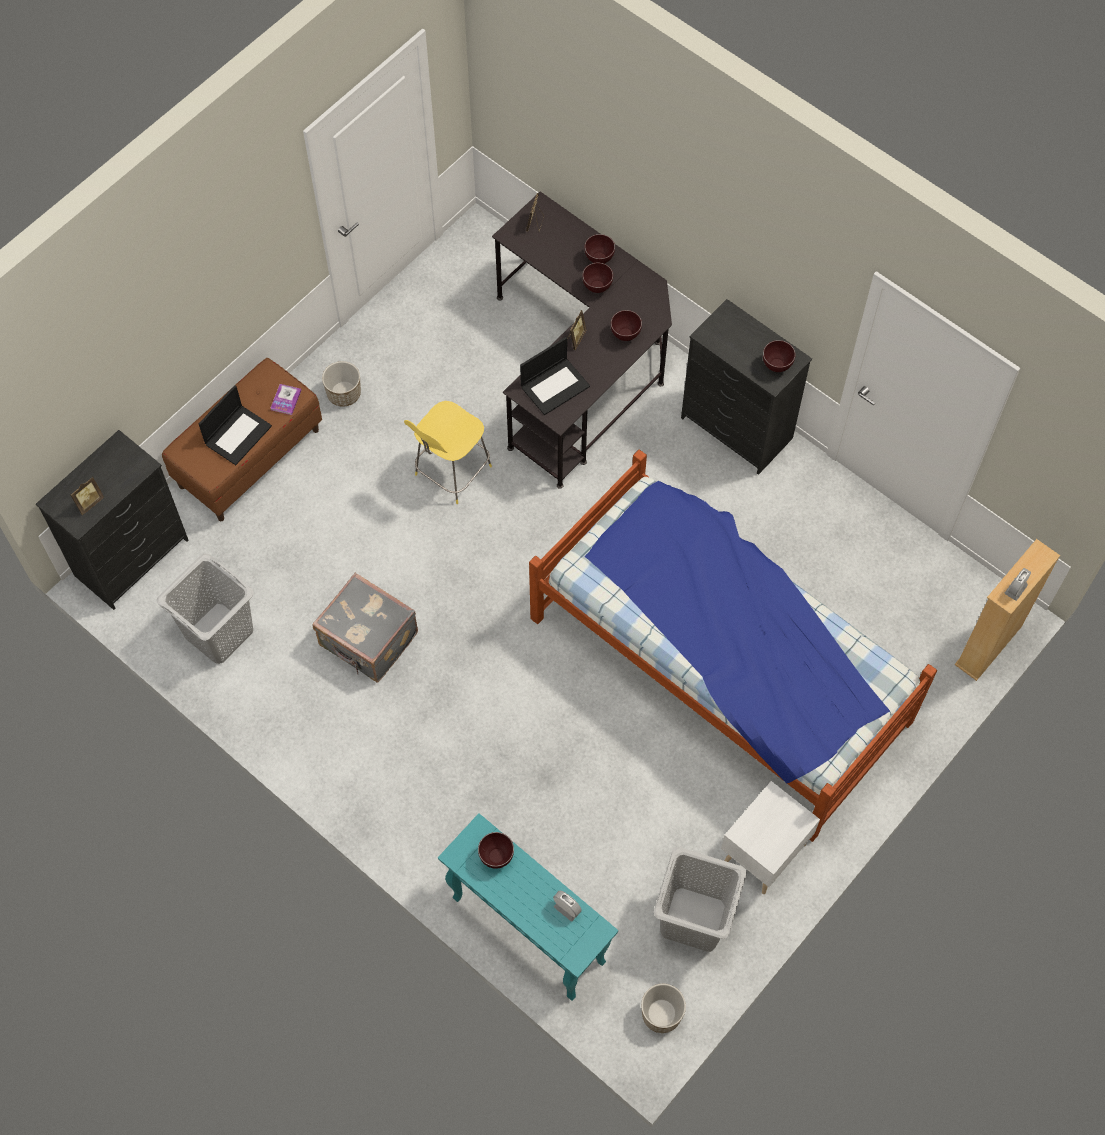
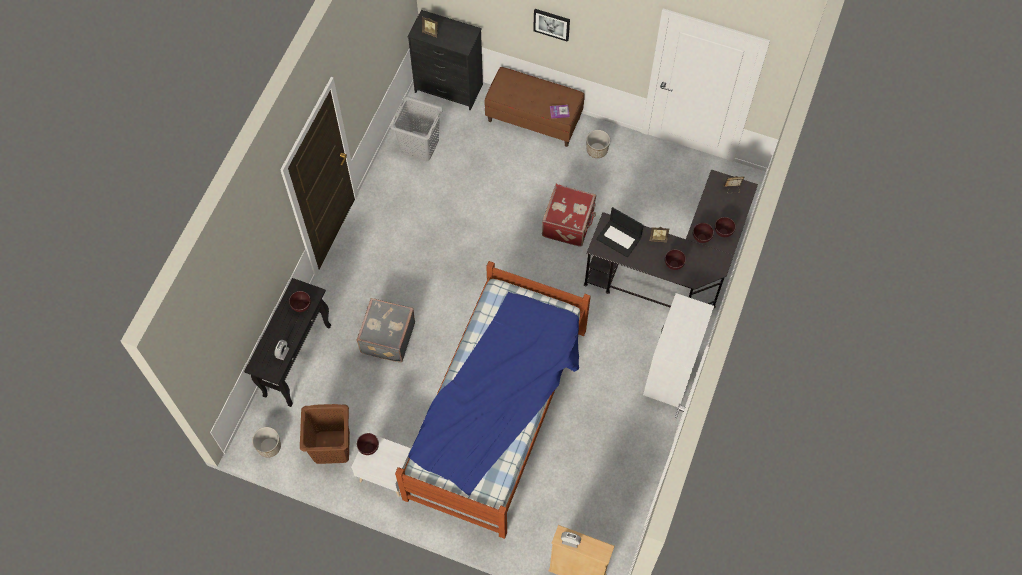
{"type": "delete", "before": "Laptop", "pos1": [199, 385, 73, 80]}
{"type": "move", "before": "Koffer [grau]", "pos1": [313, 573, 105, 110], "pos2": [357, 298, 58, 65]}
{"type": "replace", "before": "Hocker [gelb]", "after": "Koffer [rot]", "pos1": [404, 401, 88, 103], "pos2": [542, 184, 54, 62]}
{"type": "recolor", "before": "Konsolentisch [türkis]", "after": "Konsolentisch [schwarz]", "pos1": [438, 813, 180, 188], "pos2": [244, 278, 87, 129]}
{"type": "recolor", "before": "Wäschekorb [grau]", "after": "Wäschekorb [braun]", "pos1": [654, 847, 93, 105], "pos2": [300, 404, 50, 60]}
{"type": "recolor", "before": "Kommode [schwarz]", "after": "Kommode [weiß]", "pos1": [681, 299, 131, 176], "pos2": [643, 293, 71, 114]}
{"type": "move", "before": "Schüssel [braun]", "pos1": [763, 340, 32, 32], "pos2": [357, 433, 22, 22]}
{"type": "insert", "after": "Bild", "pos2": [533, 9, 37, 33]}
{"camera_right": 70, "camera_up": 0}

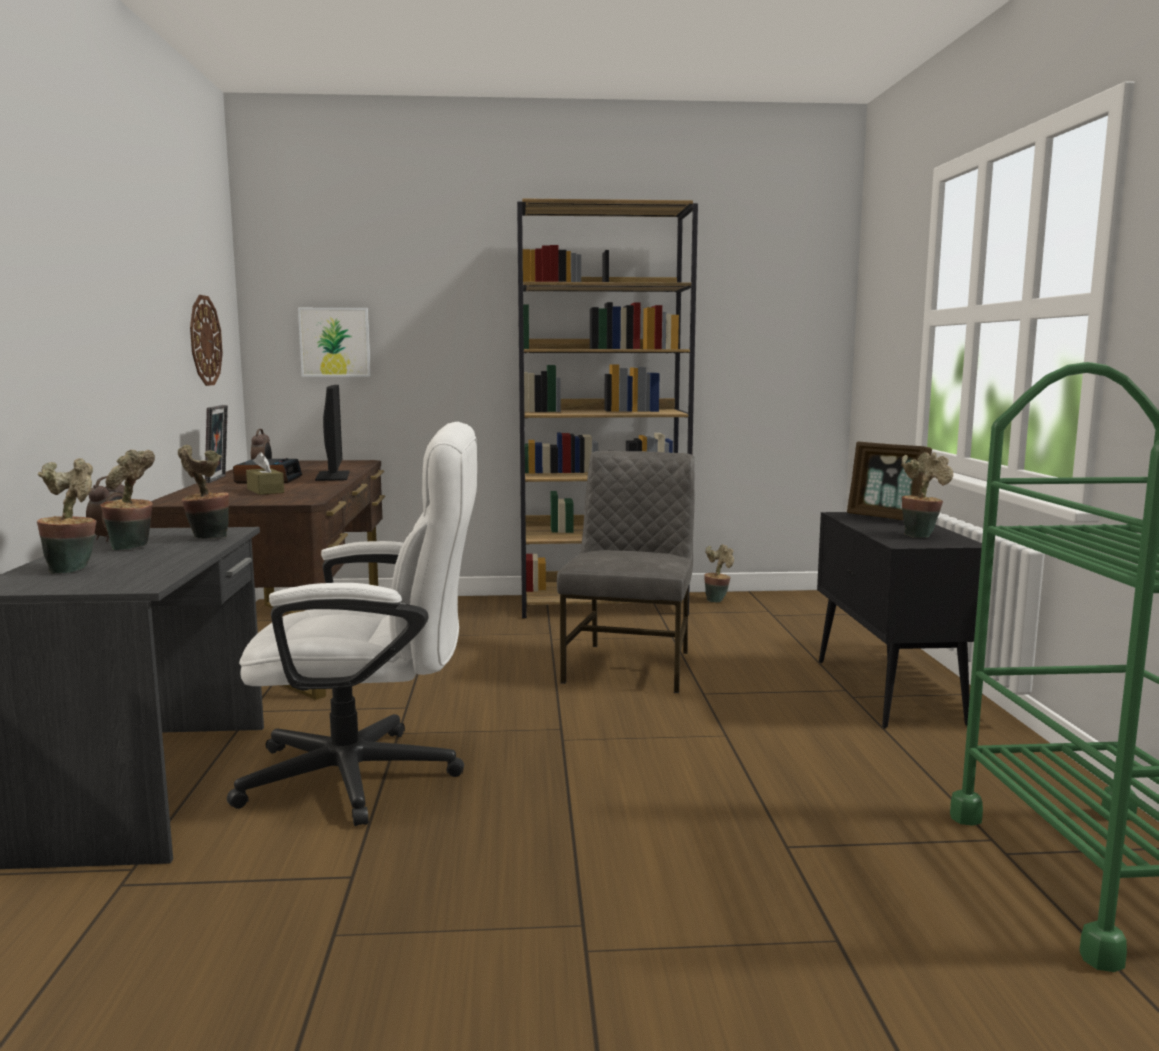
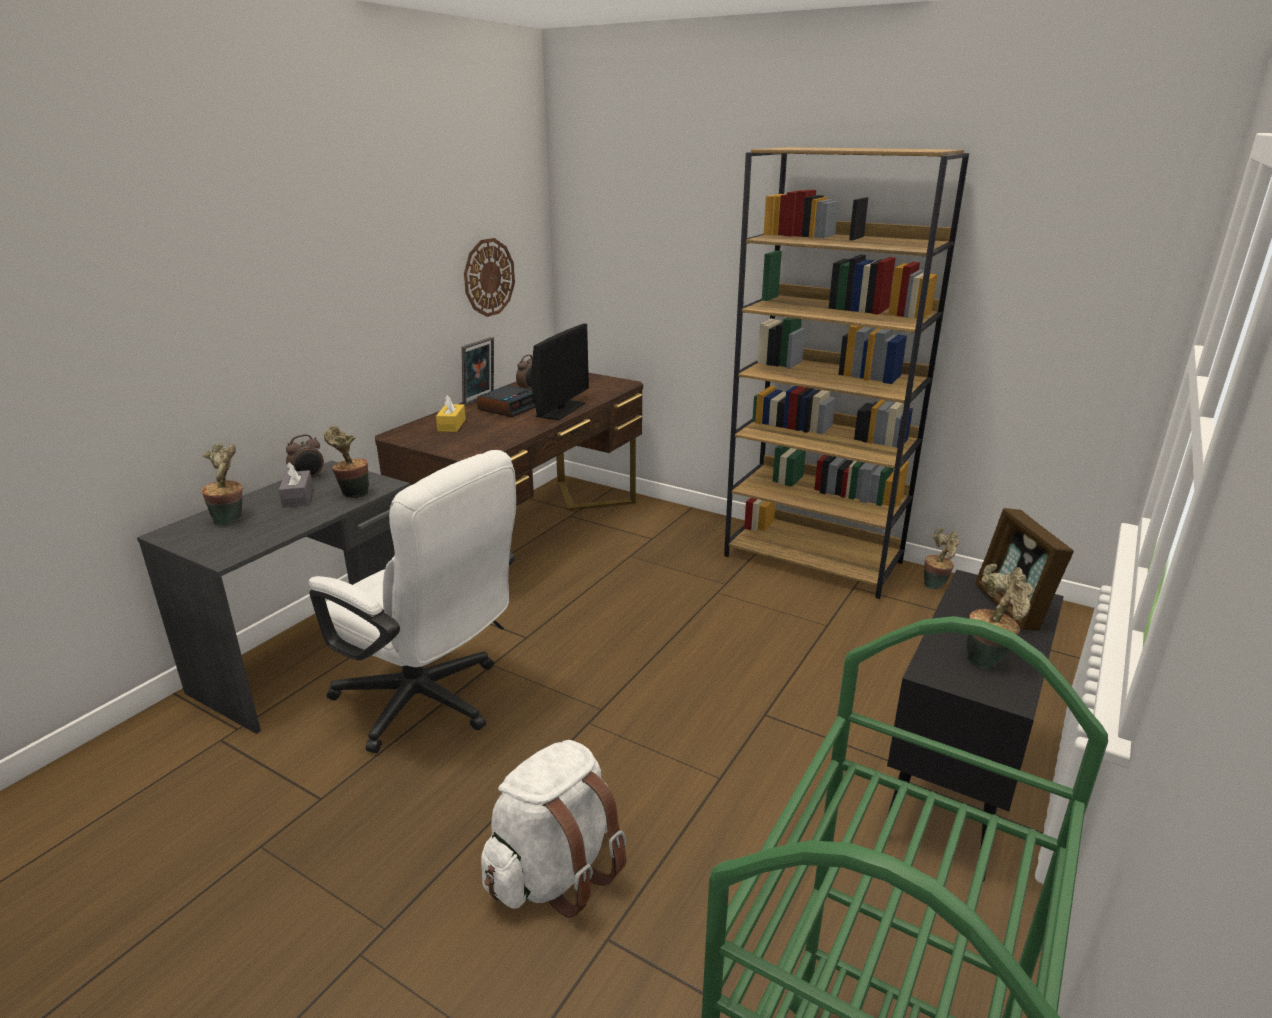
{"type": "replace", "before": "Topfpflanze", "after": "Taschentuchbox [grau]", "pos1": [100, 450, 55, 100], "pos2": [279, 462, 34, 46]}
{"type": "delete", "before": "Taschentuchbox [braun]", "pos1": [246, 452, 38, 43]}
{"type": "delete", "before": "Bild", "pos1": [298, 308, 73, 69]}
{"type": "delete", "before": "Stuhl [grau]", "pos1": [557, 450, 137, 243]}
{"type": "insert", "after": "Taschentuchbox [gelb]", "pos2": [436, 395, 30, 37]}
{"type": "insert", "after": "Rucksack [weiß]", "pos2": [481, 740, 145, 178]}
{"camera_right": 35, "camera_up": 15}

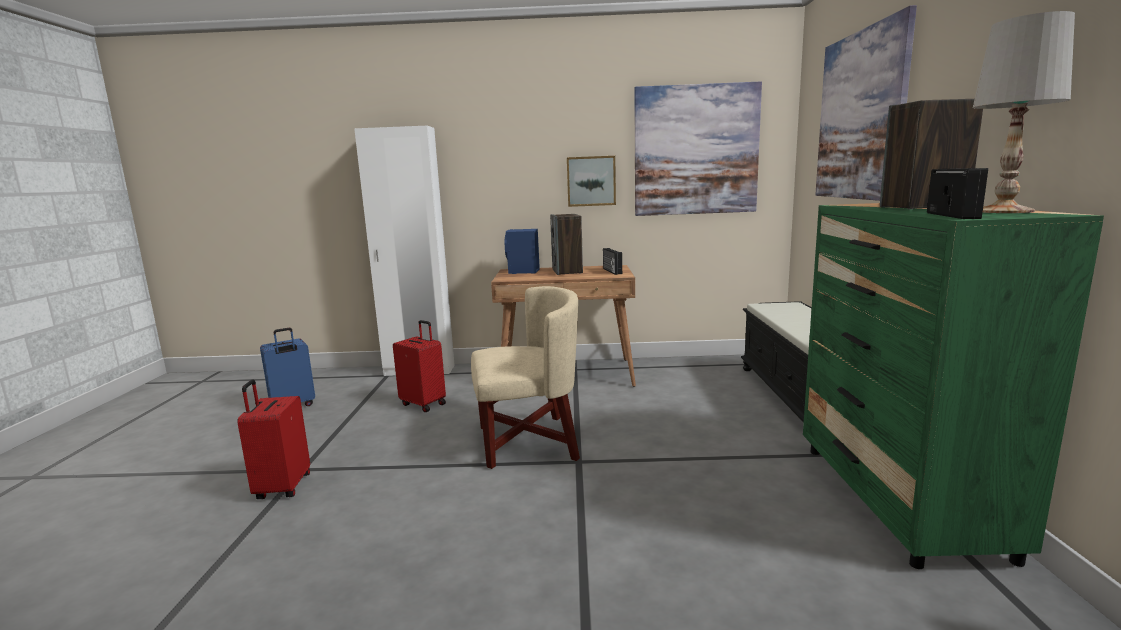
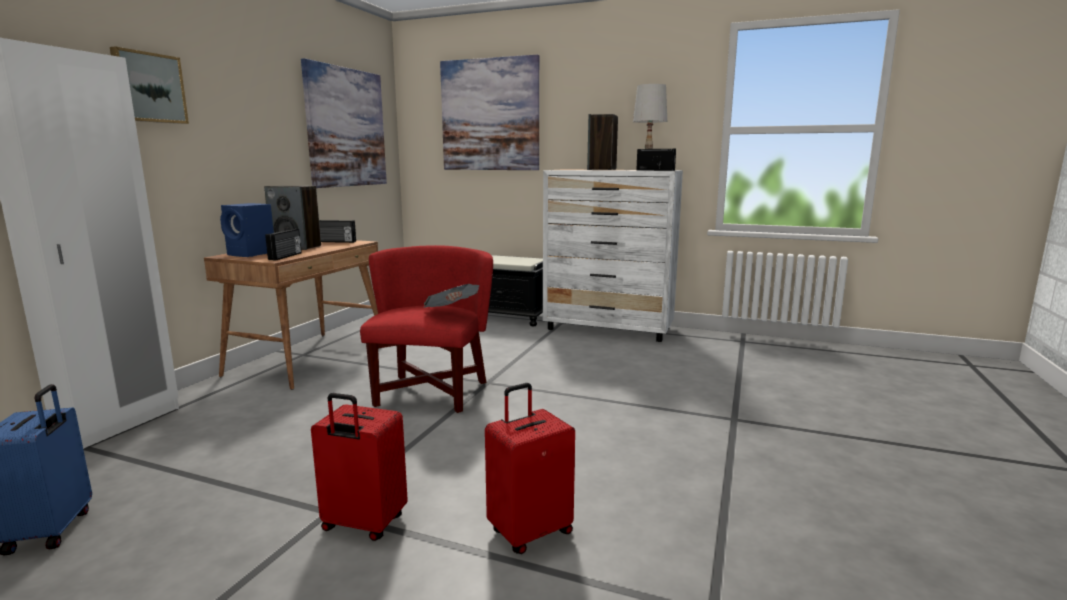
{"type": "move", "before": "Koffer [rot]", "pos1": [393, 320, 53, 92], "pos2": [485, 383, 90, 171]}
{"type": "recolor", "before": "Sessel [beige]", "after": "Sessel [rot]", "pos1": [471, 286, 109, 183], "pos2": [360, 245, 133, 168]}
{"type": "move", "before": "Bild", "pos1": [567, 156, 49, 51], "pos2": [110, 46, 79, 78]}
{"type": "recolor", "before": "Kommode [grün]", "after": "Kommode [weiß]", "pos1": [803, 203, 301, 366], "pos2": [543, 169, 140, 173]}
{"type": "insert", "after": "Radio", "pos2": [265, 229, 37, 31]}
{"type": "insert", "after": "Zeitung", "pos2": [424, 284, 55, 23]}
{"camera_right": -70, "camera_up": 0}

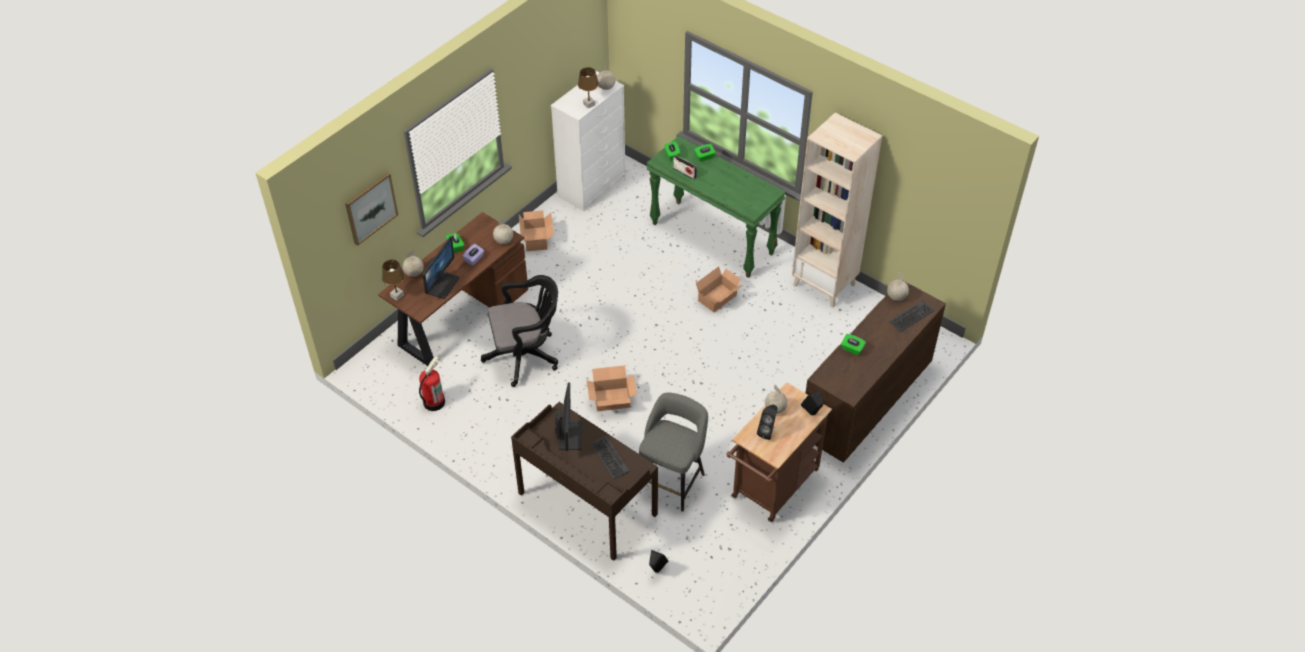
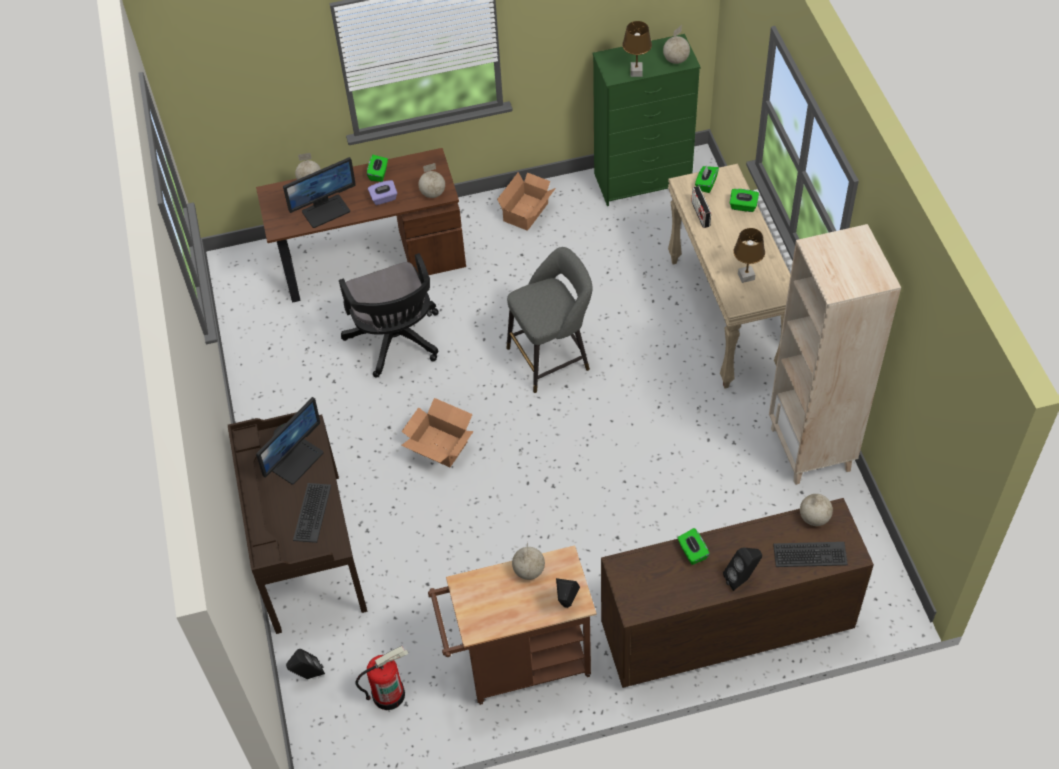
{"type": "delete", "before": "Bild", "pos1": [345, 172, 53, 74]}
{"type": "move", "before": "Tischlampe [braun]", "pos1": [382, 260, 23, 41], "pos2": [733, 228, 32, 55]}
{"type": "move", "before": "Feuerlöscher", "pos1": [419, 356, 26, 55], "pos2": [355, 646, 54, 64]}
{"type": "rotate", "before": "Bürostuhl [schwarz]", "pos1": [481, 275, 77, 112], "pos2": [339, 253, 100, 125], "turn": 45}
{"type": "recolor", "before": "Kommode [weiß]", "after": "Kommode [grün]", "pos1": [551, 71, 75, 140], "pos2": [593, 34, 107, 172]}
{"type": "move", "before": "Hocker [grau]", "pos1": [638, 393, 70, 119], "pos2": [506, 247, 87, 146]}
{"type": "recolor", "before": "Konsolentisch [grün]", "after": "Konsolentisch [beige]", "pos1": [647, 136, 138, 142], "pos2": [668, 164, 123, 225]}
{"type": "delete", "before": "Karton", "pos1": [696, 267, 47, 45]}
{"type": "move", "before": "Lautsprecher [schwarz]", "pos1": [757, 405, 20, 35], "pos2": [723, 547, 39, 44]}
{"camera_right": 40, "camera_up": 5}

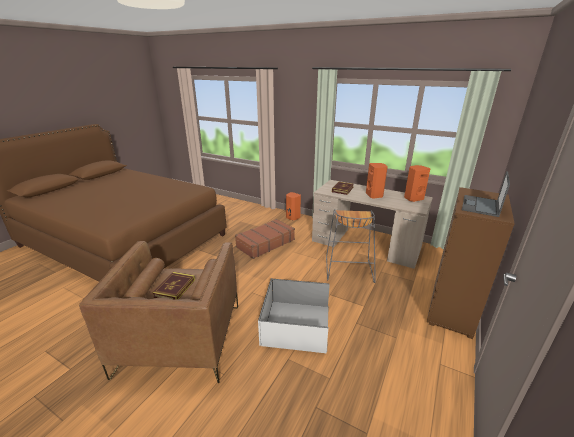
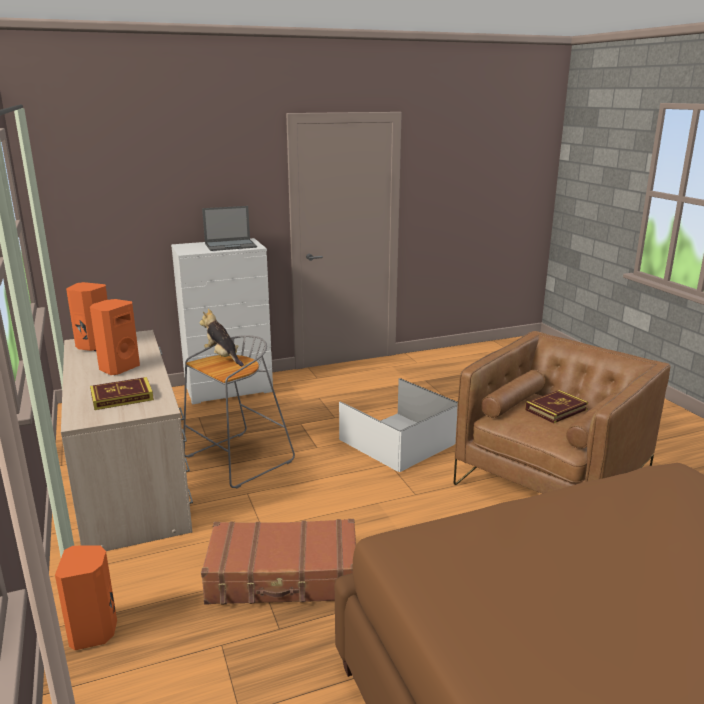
{"type": "recolor", "before": "Kommode [braun]", "after": "Kommode [weiß]", "pos1": [427, 187, 88, 152], "pos2": [171, 238, 102, 166]}
{"type": "insert", "after": "Plüschtier", "pos2": [199, 309, 45, 57]}
{"camera_right": -140, "camera_up": -5}

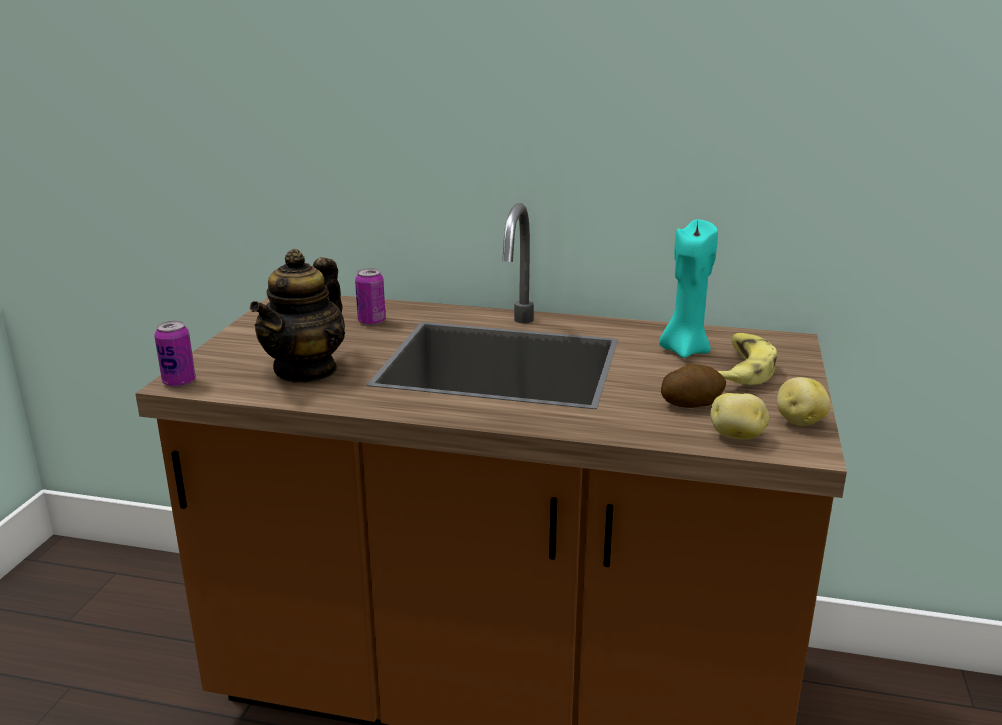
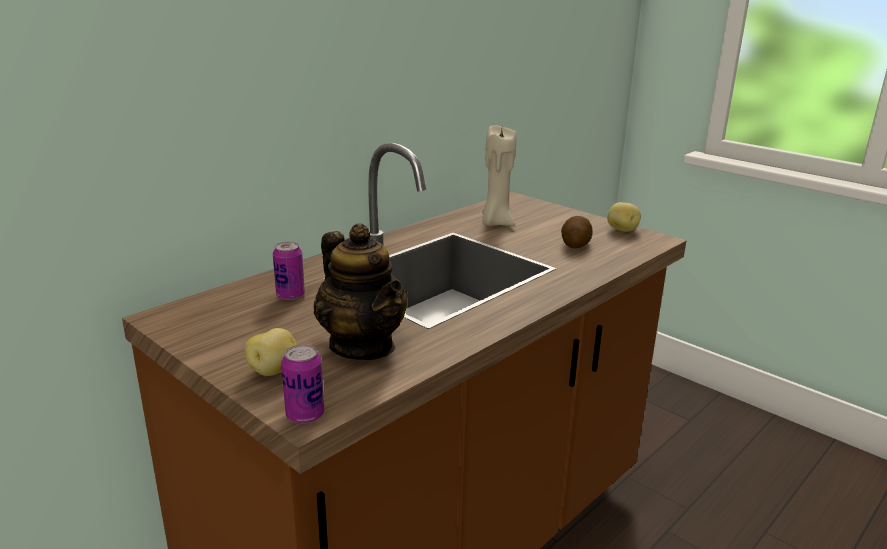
{"type": "recolor", "before": "Kerze [türkis]", "after": "Kerze [beige]", "pos1": [659, 219, 59, 139], "pos2": [482, 125, 34, 101]}
{"type": "move", "before": "Kartoffel", "pos1": [710, 393, 59, 47], "pos2": [245, 328, 52, 48]}
{"type": "delete", "before": "Banane", "pos1": [718, 333, 59, 52]}
{"camera_right": -60, "camera_up": 0}

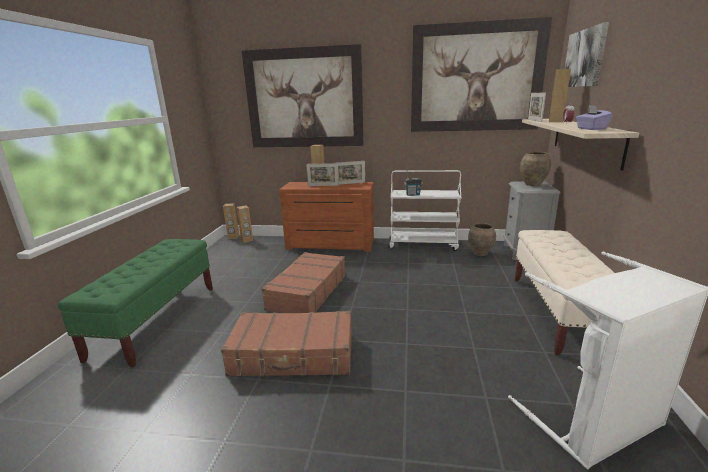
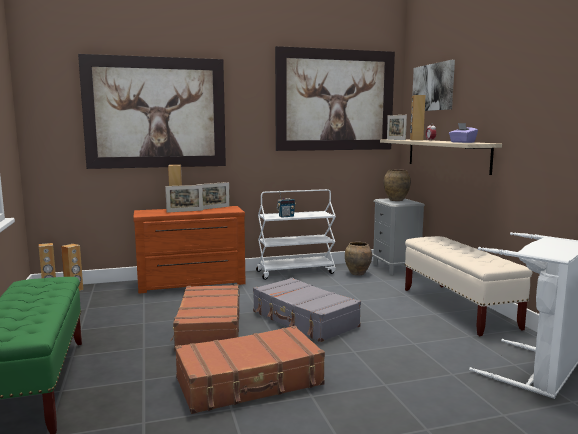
{"type": "insert", "after": "Koffer [grau]", "pos2": [253, 278, 108, 64]}
{"camera_right": -25, "camera_up": -10}

